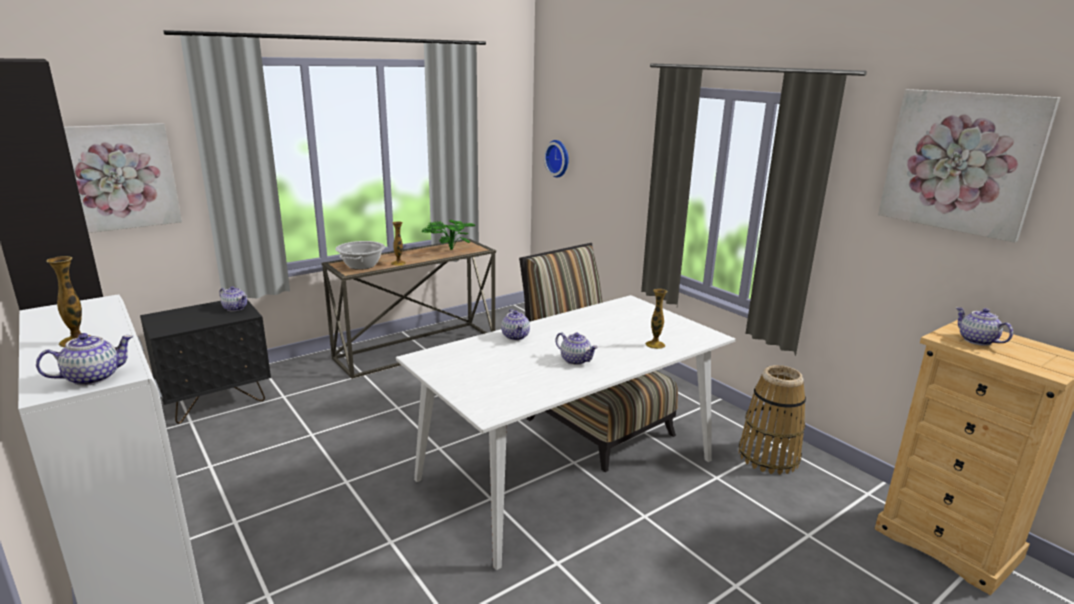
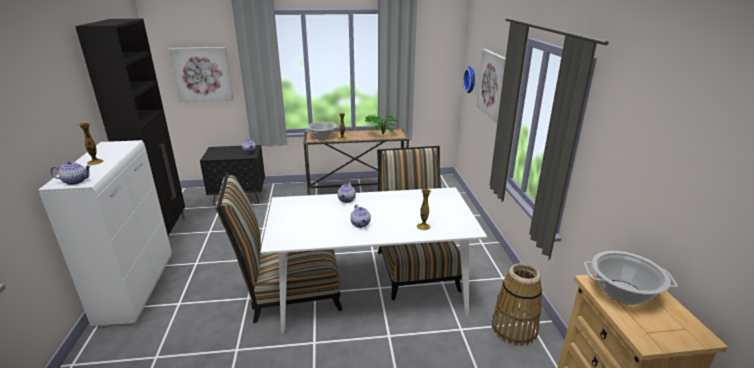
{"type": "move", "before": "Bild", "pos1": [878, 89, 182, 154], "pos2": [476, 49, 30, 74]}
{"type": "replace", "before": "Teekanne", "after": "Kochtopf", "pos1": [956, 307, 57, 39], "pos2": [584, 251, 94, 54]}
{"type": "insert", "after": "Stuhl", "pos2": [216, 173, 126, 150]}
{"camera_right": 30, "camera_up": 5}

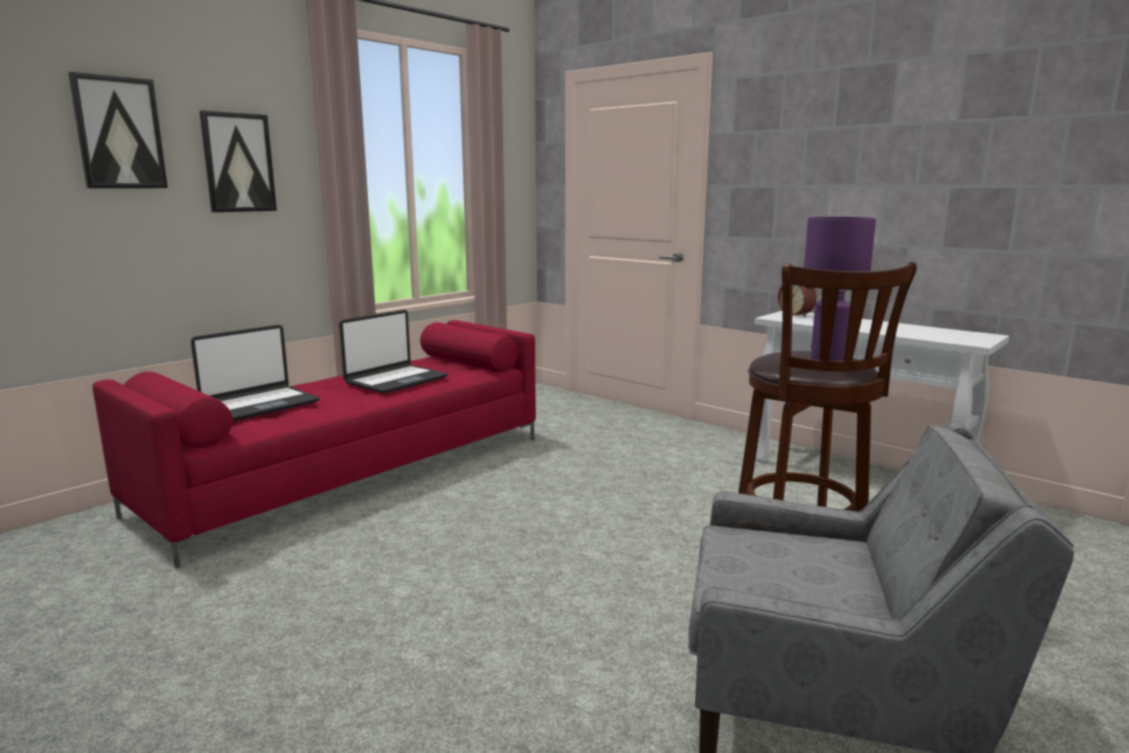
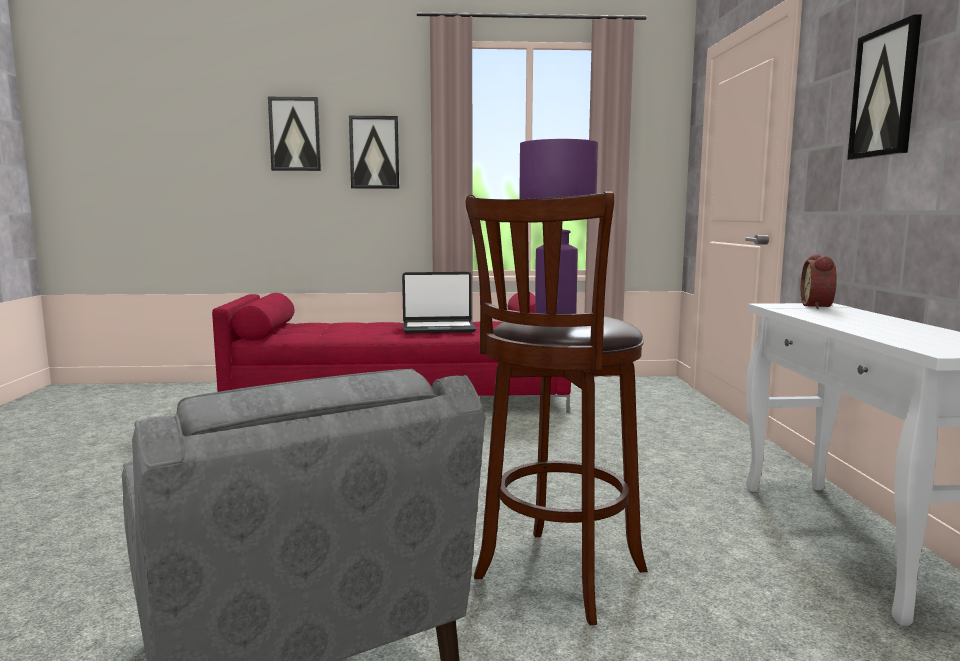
{"type": "delete", "before": "Laptop", "pos1": [191, 325, 128, 96]}
{"type": "insert", "after": "Bild", "pos2": [847, 14, 75, 146]}
{"camera_right": 45, "camera_up": -5}

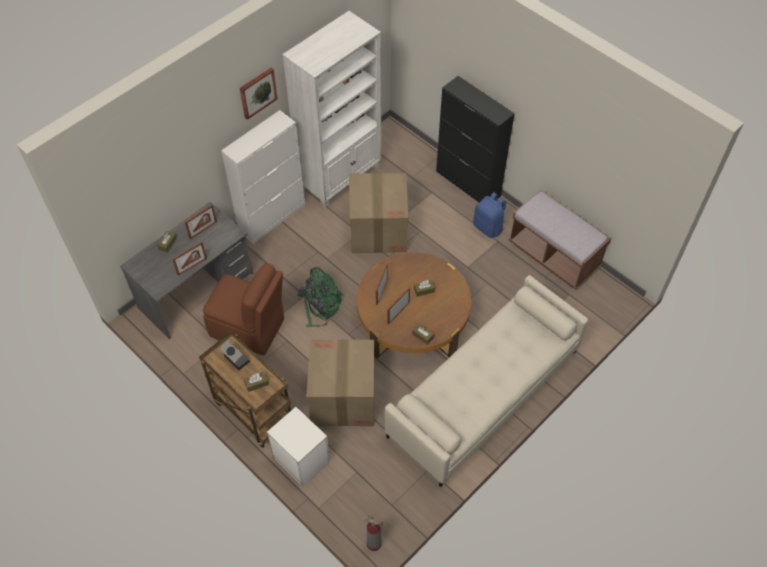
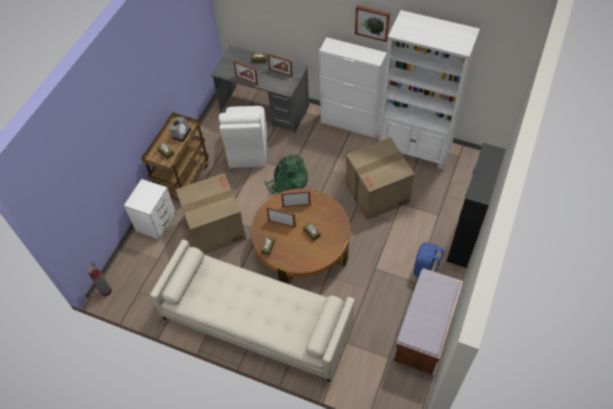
{"type": "recolor", "before": "Stuhl [braun]", "after": "Stuhl [weiß]", "pos1": [203, 263, 81, 93], "pos2": [219, 106, 48, 62]}
{"camera_right": 70, "camera_up": 0}

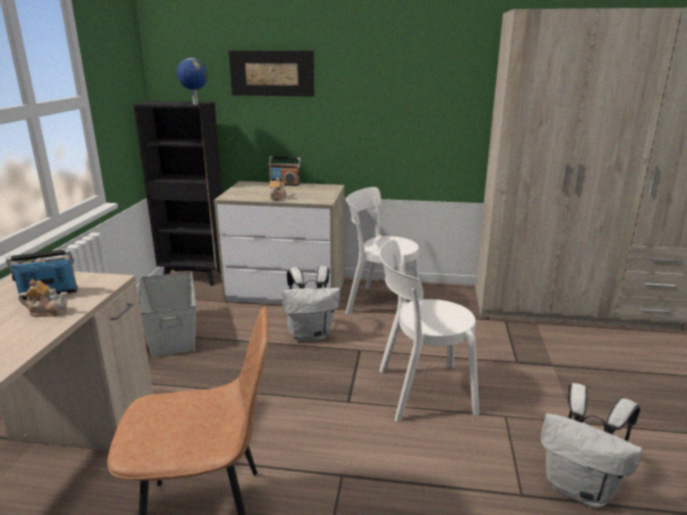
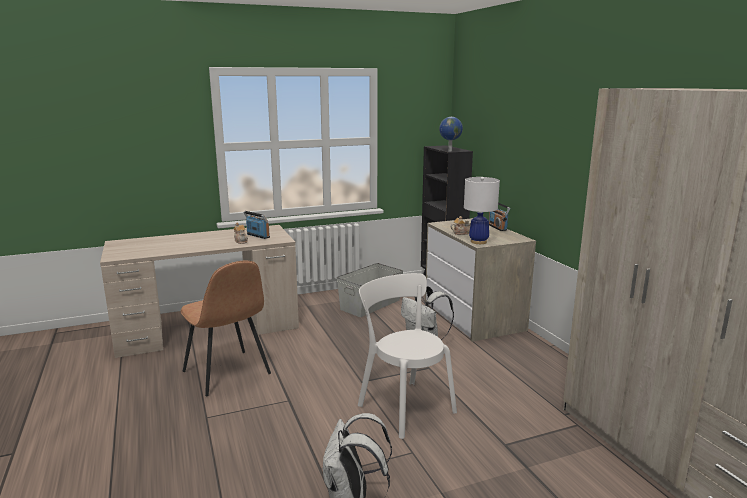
{"type": "delete", "before": "Bild", "pos1": [229, 51, 86, 46]}
{"type": "delete", "before": "Stuhl [weiß]", "pos1": [345, 187, 75, 127]}
{"type": "insert", "after": "Tischlampe [weiß]", "pos2": [464, 177, 36, 67]}
{"camera_right": 60, "camera_up": -5}

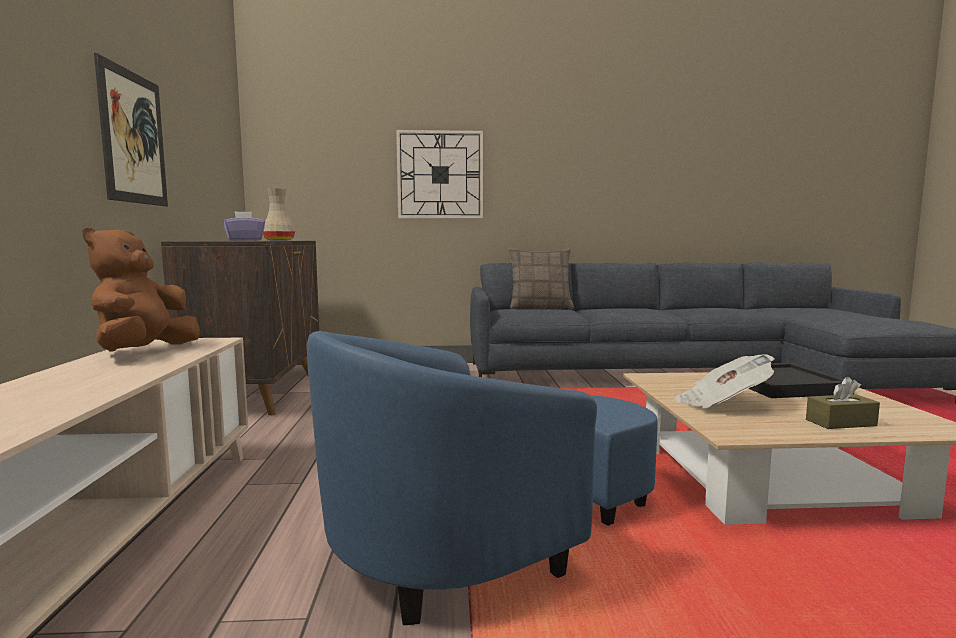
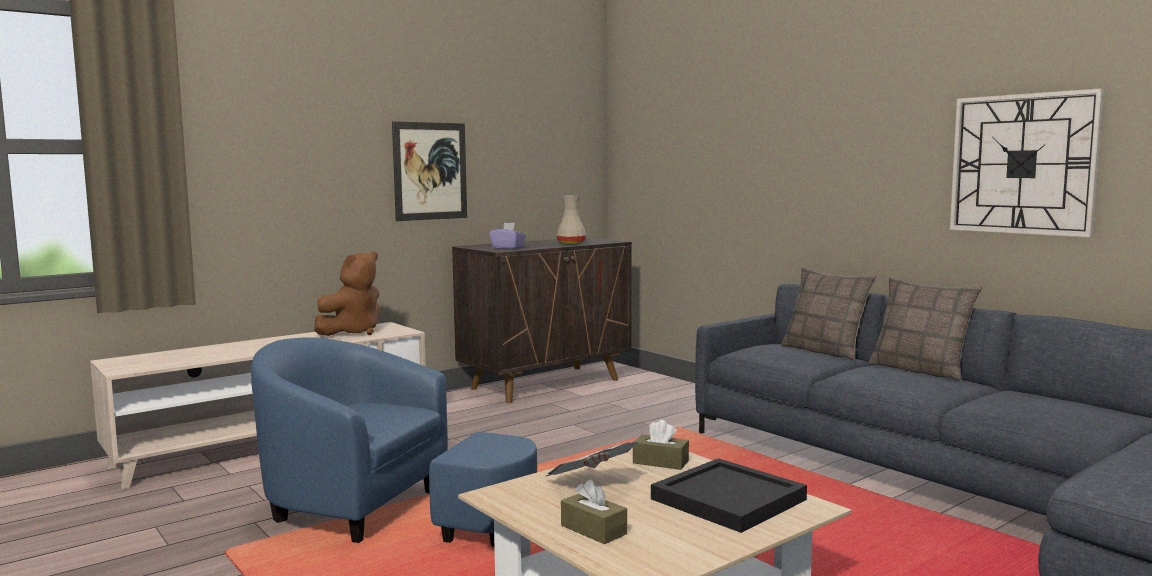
{"type": "rotate", "before": "Plüschtier [braun]", "pos1": [82, 227, 118, 124], "pos2": [315, 251, 65, 85], "turn": 150}
{"type": "move", "before": "Wanduhr", "pos1": [396, 130, 87, 88], "pos2": [950, 88, 154, 149]}
{"type": "insert", "after": "Taschentuchbox [braun]", "pos2": [633, 420, 56, 50]}
{"type": "insert", "after": "Kissen", "pos2": [869, 276, 114, 105]}
{"camera_right": 55, "camera_up": 0}

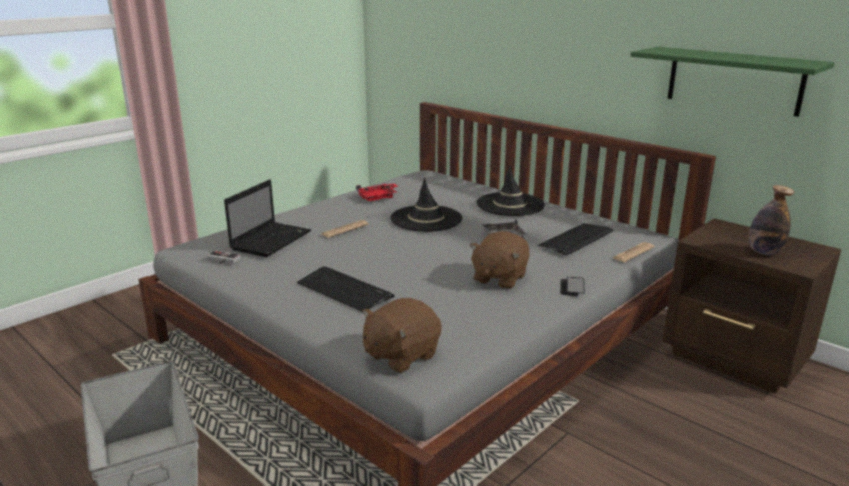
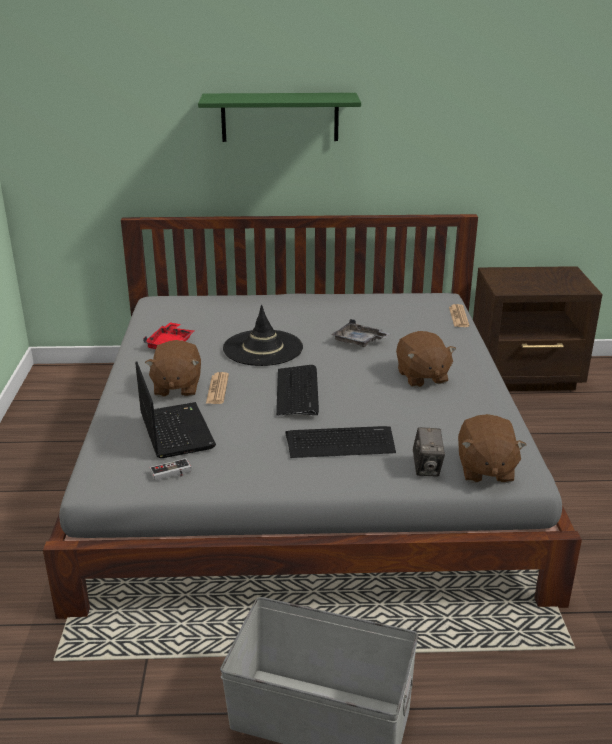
{"type": "delete", "before": "Hut [schwarz]", "pos1": [476, 165, 69, 51]}
{"type": "move", "before": "Tastatur", "pos1": [538, 223, 75, 32], "pos2": [276, 365, 43, 51]}
{"type": "delete", "before": "Handy", "pos1": [560, 277, 25, 19]}
{"type": "move", "before": "Wandregal [grün]", "pos1": [630, 47, 204, 70], "pos2": [198, 93, 163, 49]}
{"type": "delete", "before": "Flasche", "pos1": [748, 185, 46, 70]}
{"type": "insert", "after": "Plüschtier [braun]", "pos2": [145, 340, 56, 57]}
{"type": "insert", "after": "Kamera", "pos2": [413, 427, 32, 50]}
{"camera_right": -45, "camera_up": 5}

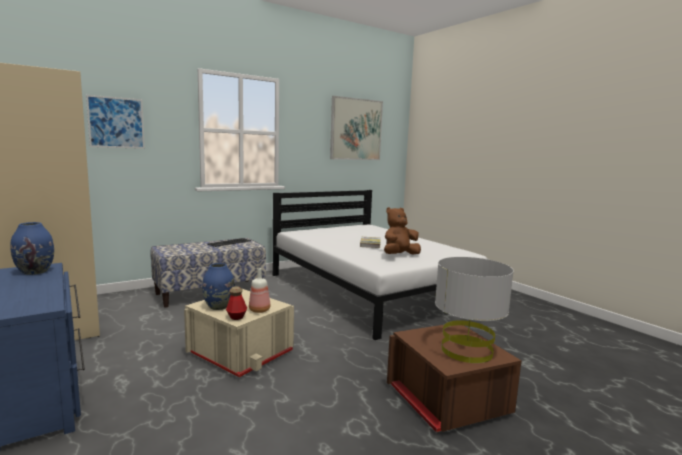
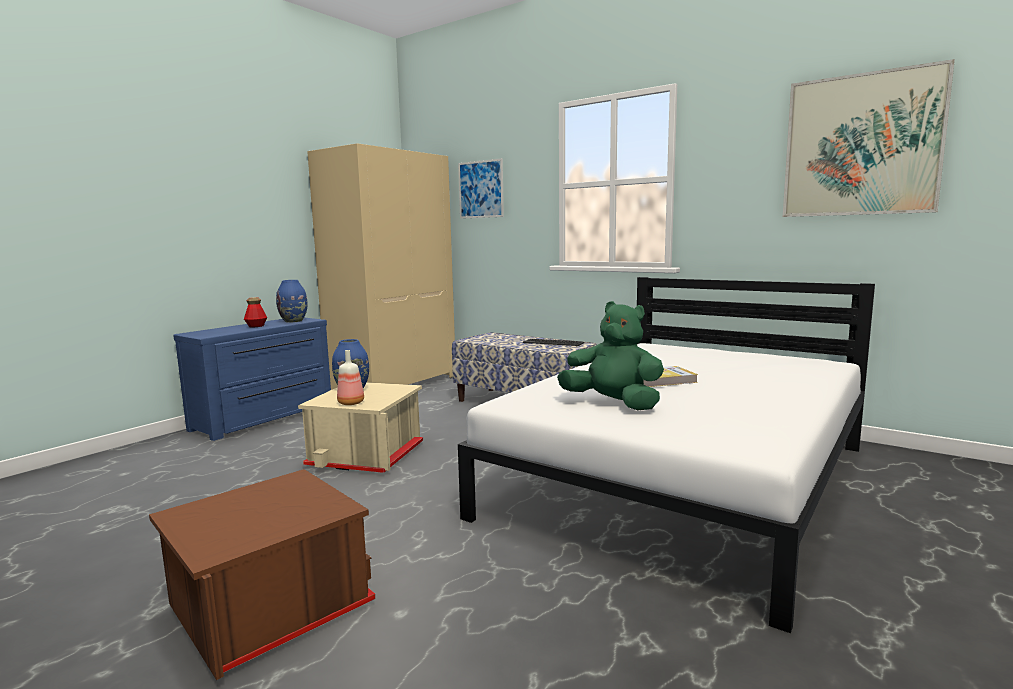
{"type": "move", "before": "Flasche", "pos1": [226, 286, 21, 34], "pos2": [244, 297, 23, 30]}
{"type": "recolor", "before": "Plüschtier [braun]", "after": "Plüschtier [grün]", "pos1": [384, 207, 37, 48], "pos2": [557, 301, 107, 109]}
{"type": "delete", "before": "Tischlampe [grau]", "pos1": [435, 257, 79, 106]}
{"camera_right": 70, "camera_up": 0}

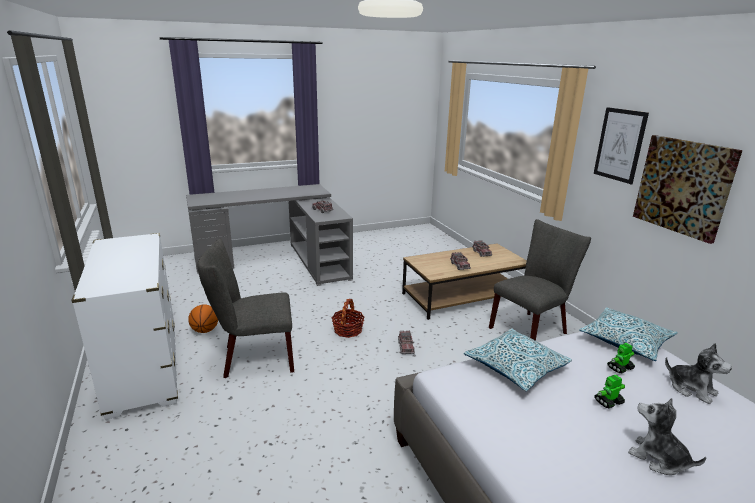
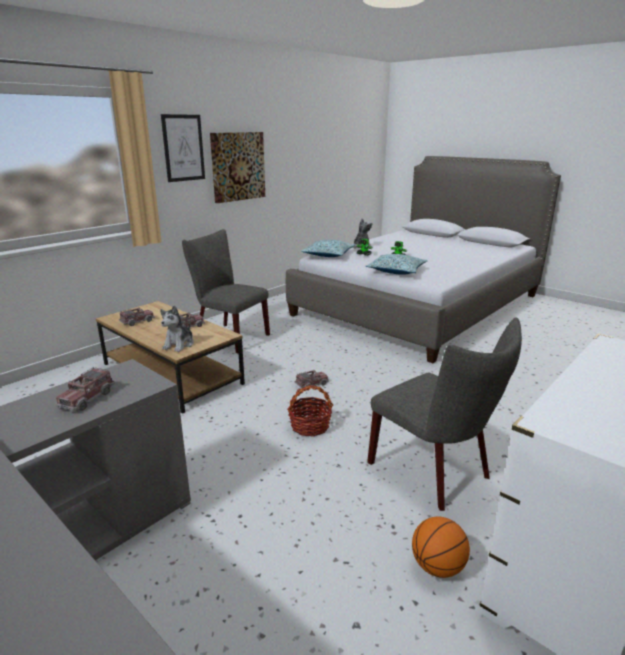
{"type": "move", "before": "Plüschtier", "pos1": [628, 398, 78, 77], "pos2": [160, 305, 34, 47]}
{"camera_right": -115, "camera_up": 0}

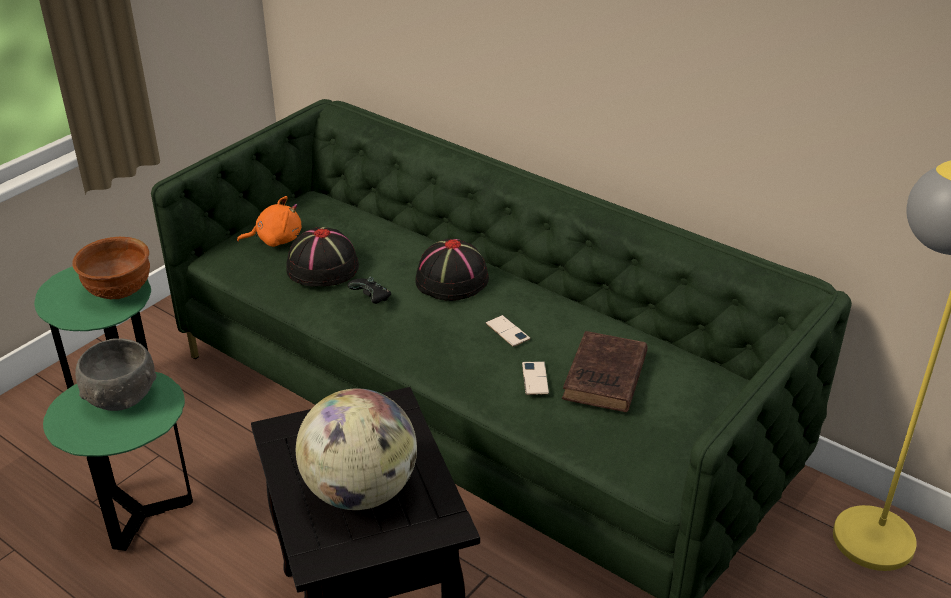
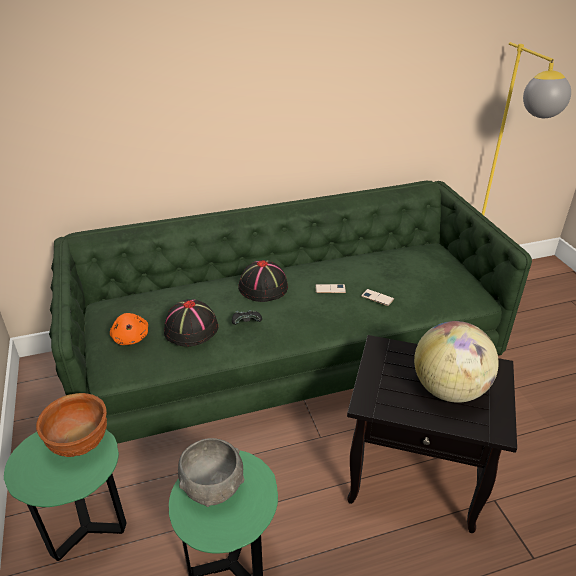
{"type": "rotate", "before": "Plüschtier [orange]", "pos1": [237, 196, 64, 51], "pos2": [110, 313, 38, 32], "turn": 135}
{"type": "delete", "before": "Buch [braun]", "pos1": [562, 331, 86, 81]}
{"camera_right": -55, "camera_up": 0}

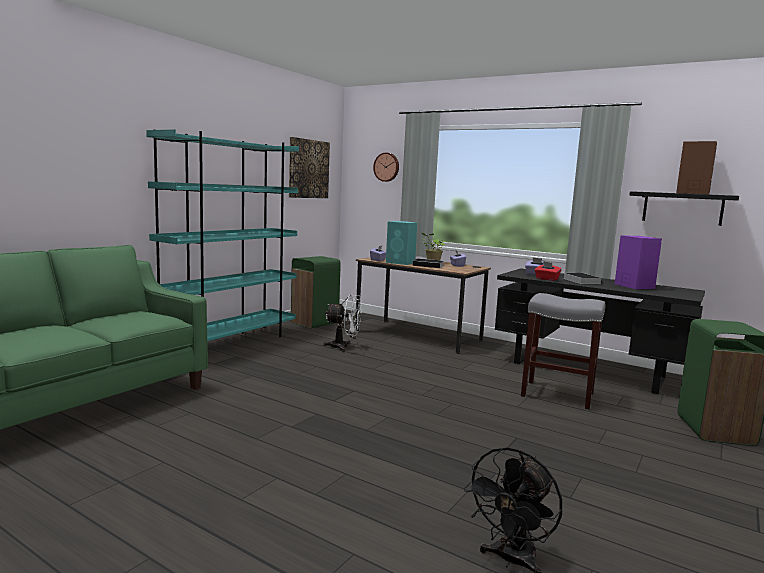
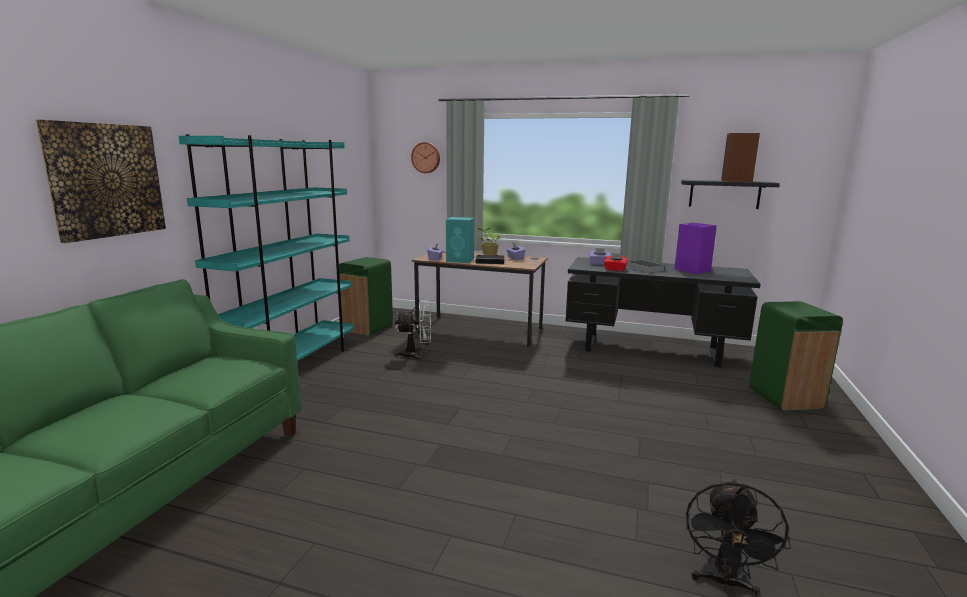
{"type": "move", "before": "Bild", "pos1": [289, 137, 41, 61], "pos2": [36, 120, 130, 123]}
{"type": "delete", "before": "Hocker [grau]", "pos1": [521, 293, 84, 116]}
{"camera_right": -15, "camera_up": 5}

